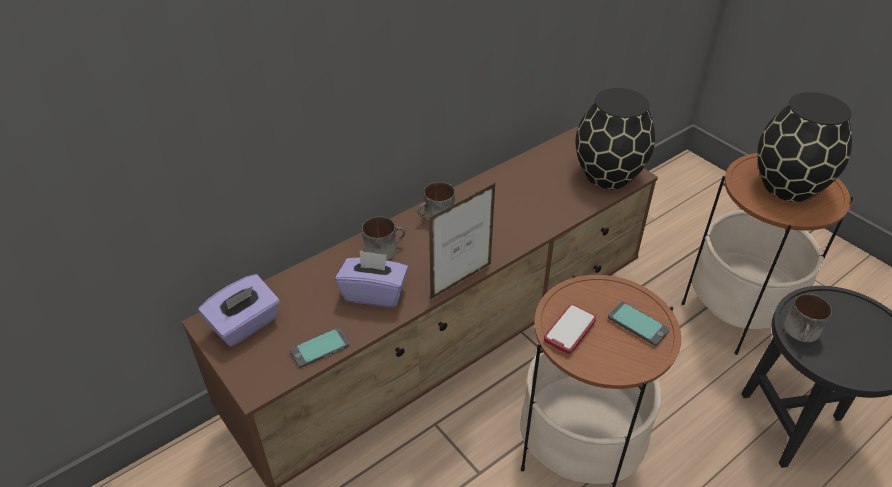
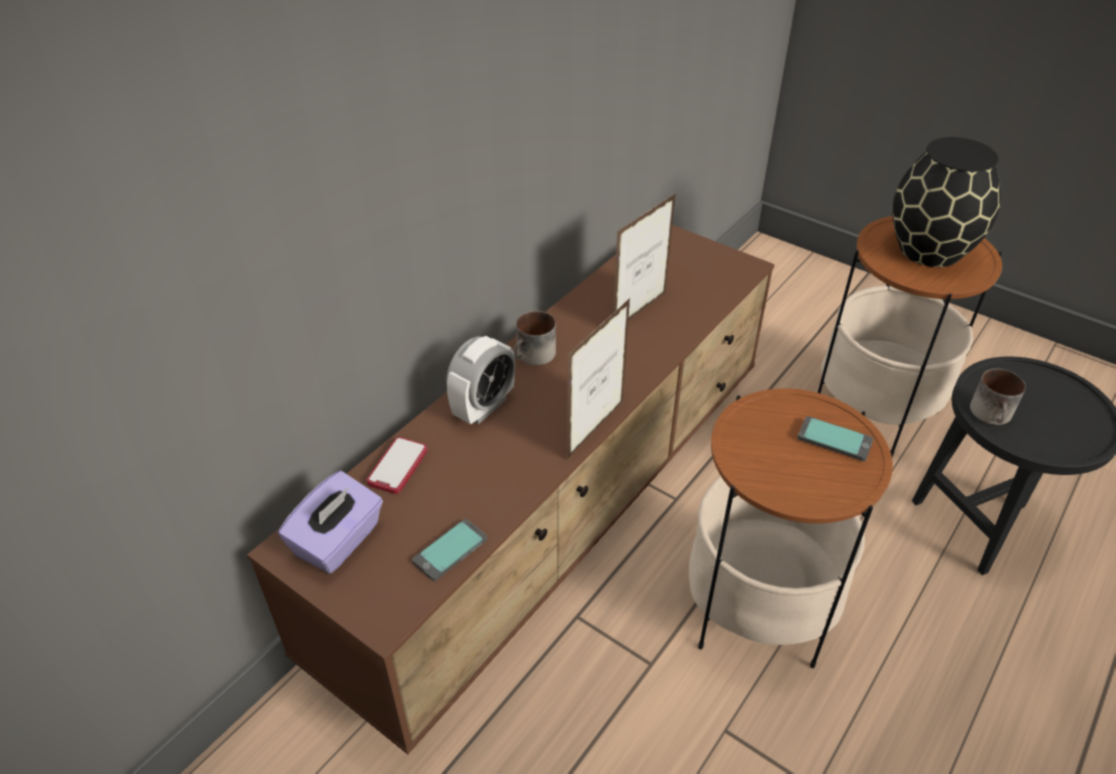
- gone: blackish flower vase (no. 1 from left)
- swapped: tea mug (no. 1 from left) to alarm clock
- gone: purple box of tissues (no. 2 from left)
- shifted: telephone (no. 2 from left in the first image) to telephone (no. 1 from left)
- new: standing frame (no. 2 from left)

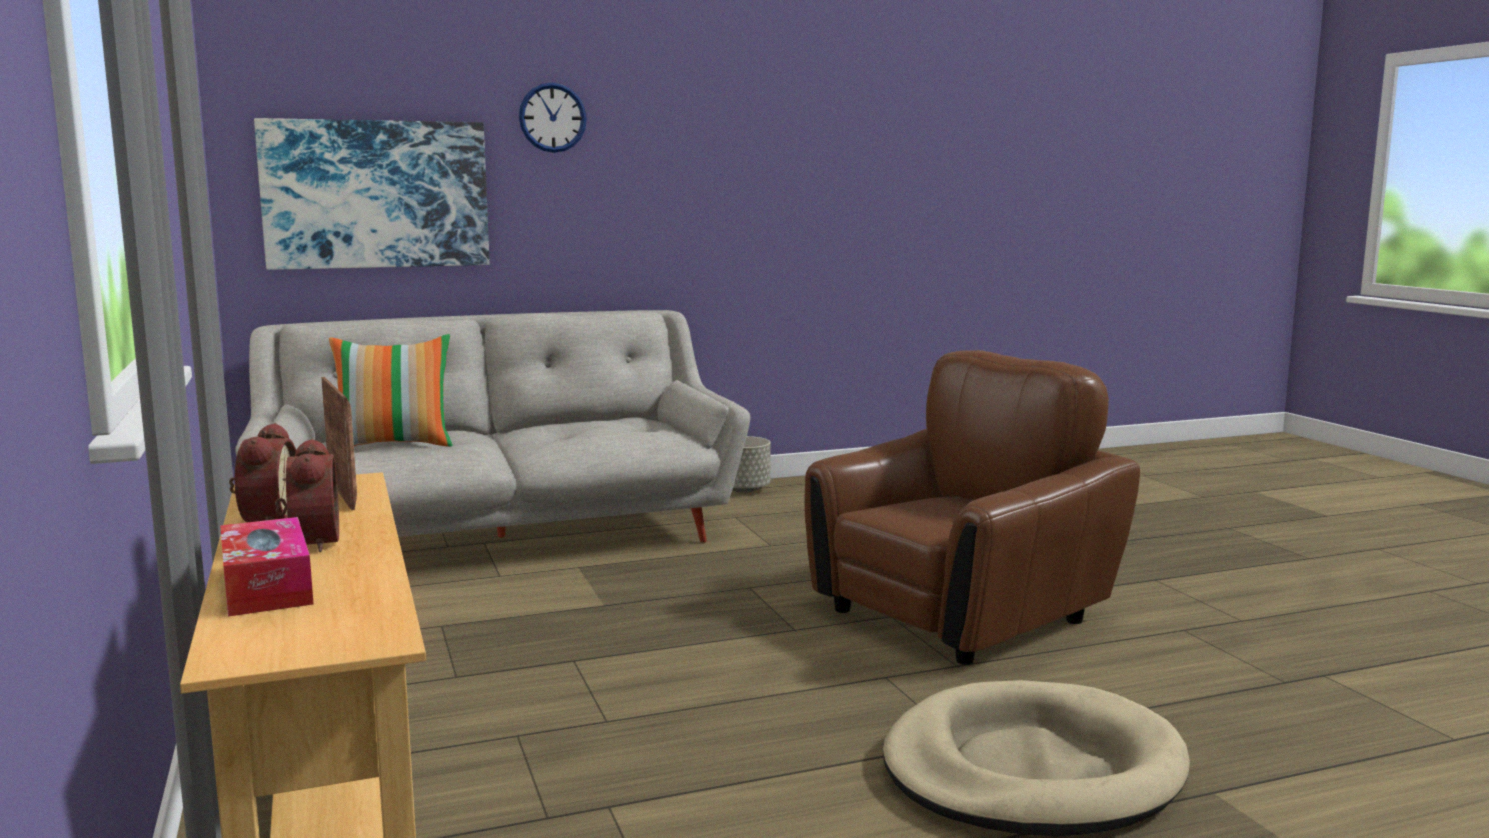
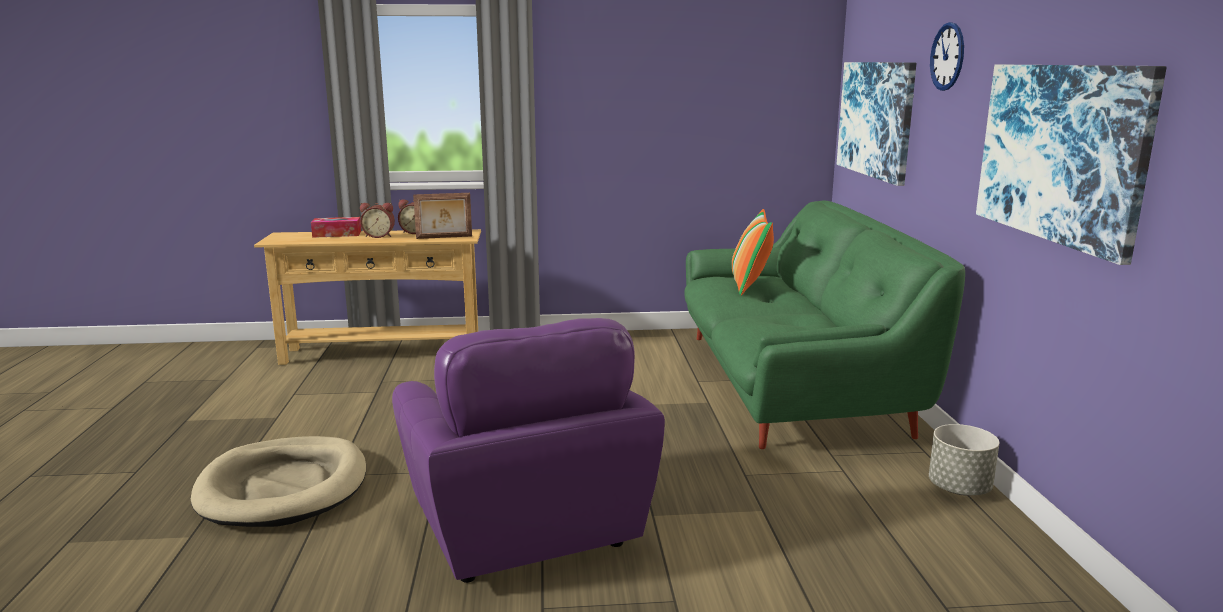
- repainted: gray sofa to greenish sofa
- repainted: brownish easy chair to purple easy chair
- new: picture (no. 2 from left)

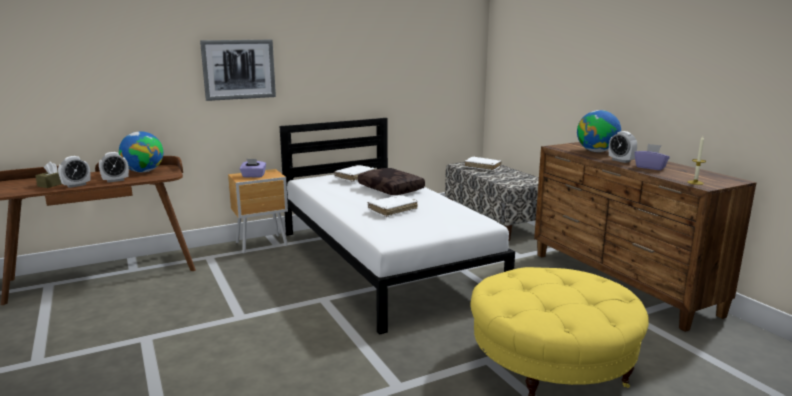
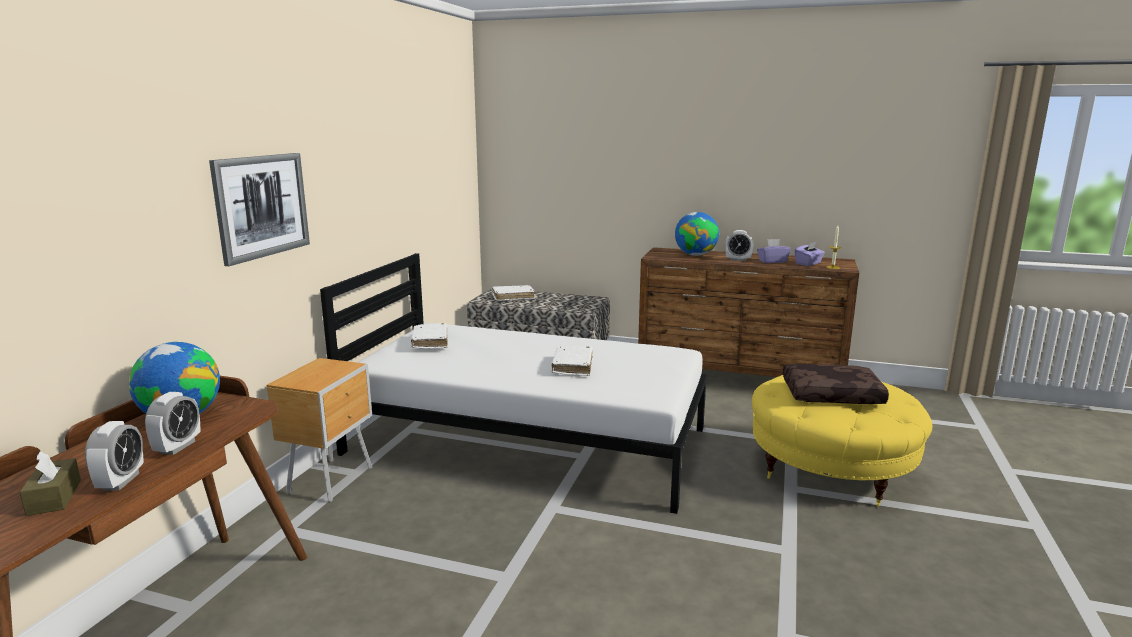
- shifted: purple box of tissues (no. 1 from left in the first image) to purple box of tissues (no. 2 from left)
- shifted: brownish pillow

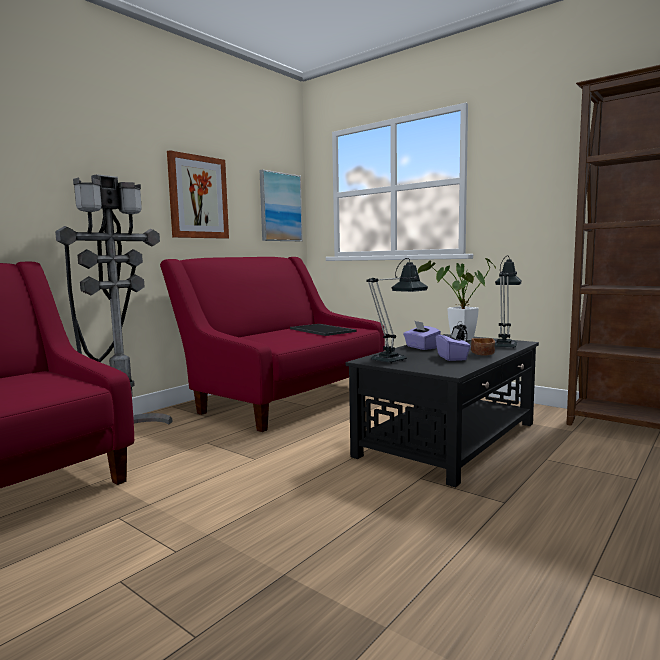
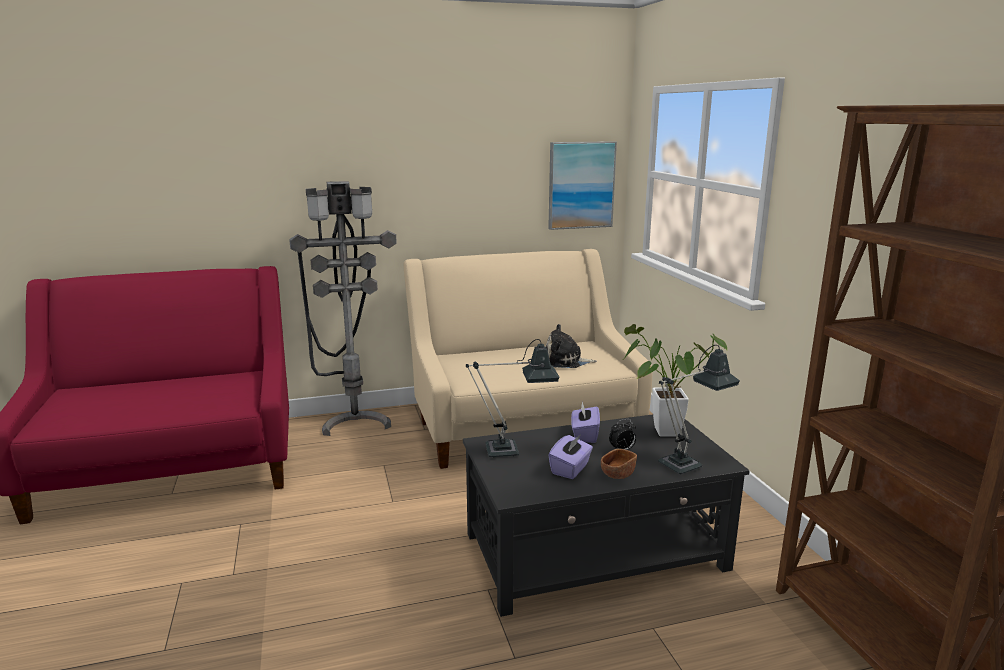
- gone: picture (no. 1 from left)
- repainted: reddish sofa (no. 2 from left) to sand-coloured sofa
- swapped: tray to plush toy

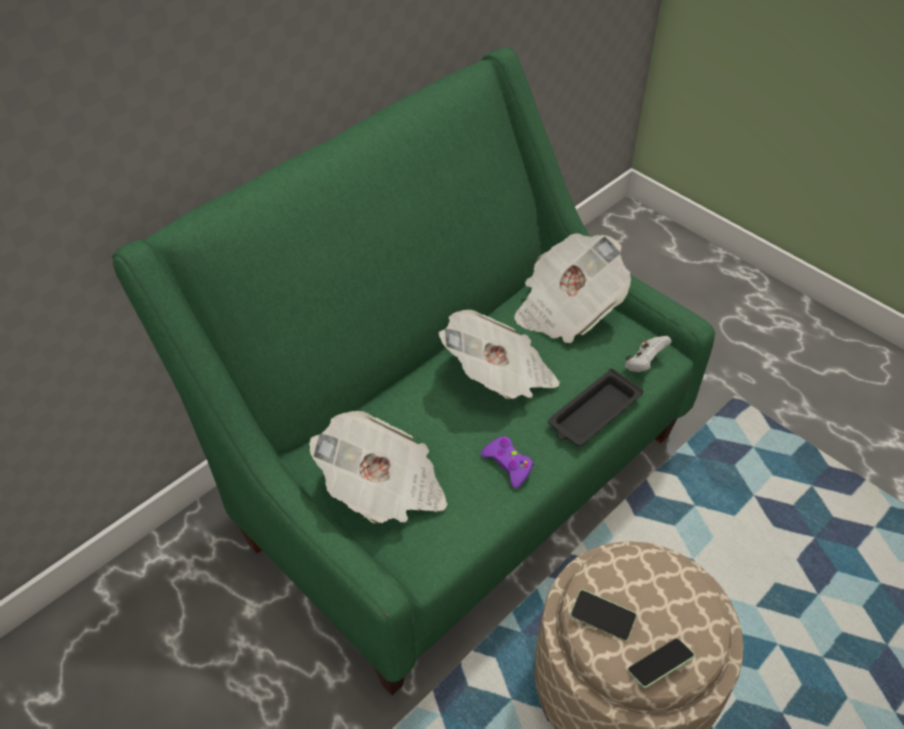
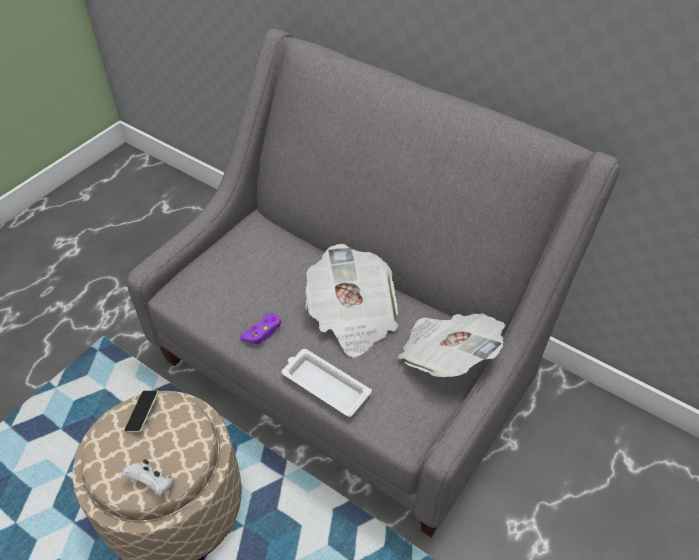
- repainted: greenish sofa to gray sofa
- shifted: whitish game controller
- repainted: blackish tray to whitish tray
- gone: printed paper (no. 1 from left)
- gone: telephone (no. 2 from left)

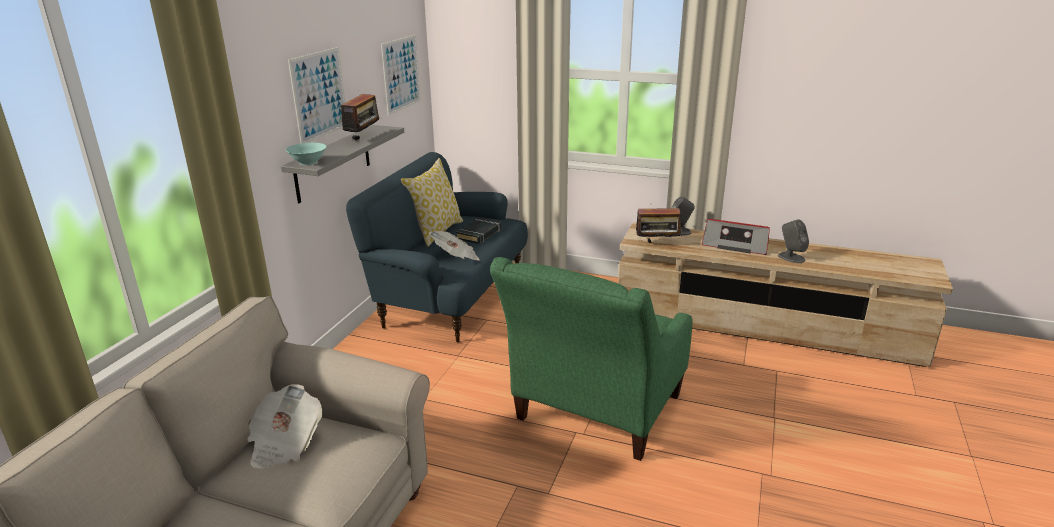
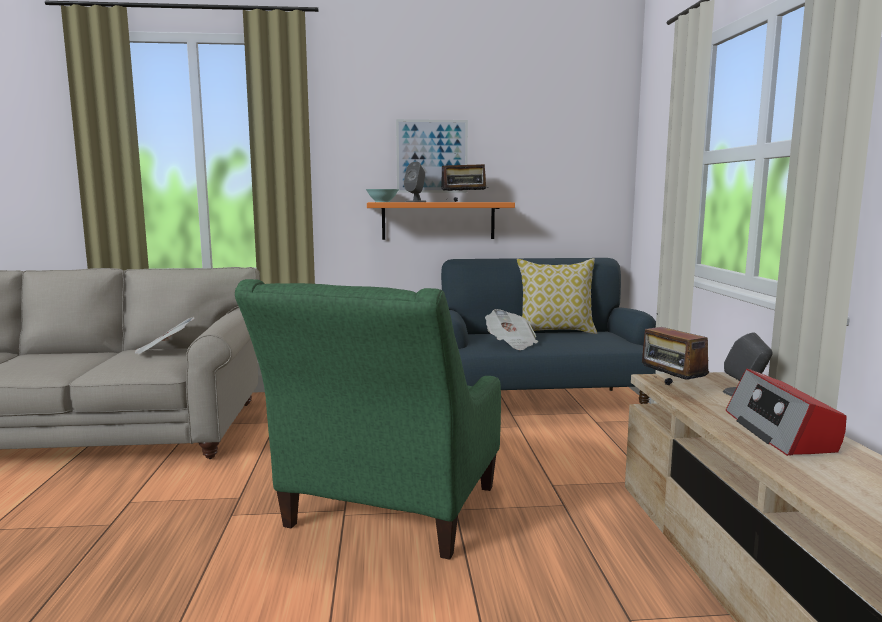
- gone: picture (no. 2 from left)
- repainted: gray bracket shelf to orange bracket shelf
- gone: blackish volume
- shifted: gray audio speaker (no. 2 from left in the first image) to gray audio speaker (no. 1 from left)
- rotated: greenish easy chair 75 degrees counterclockwise

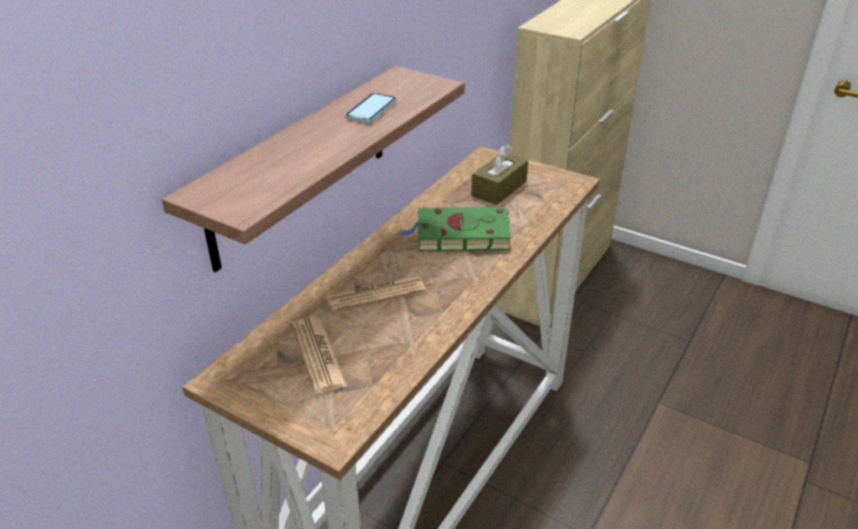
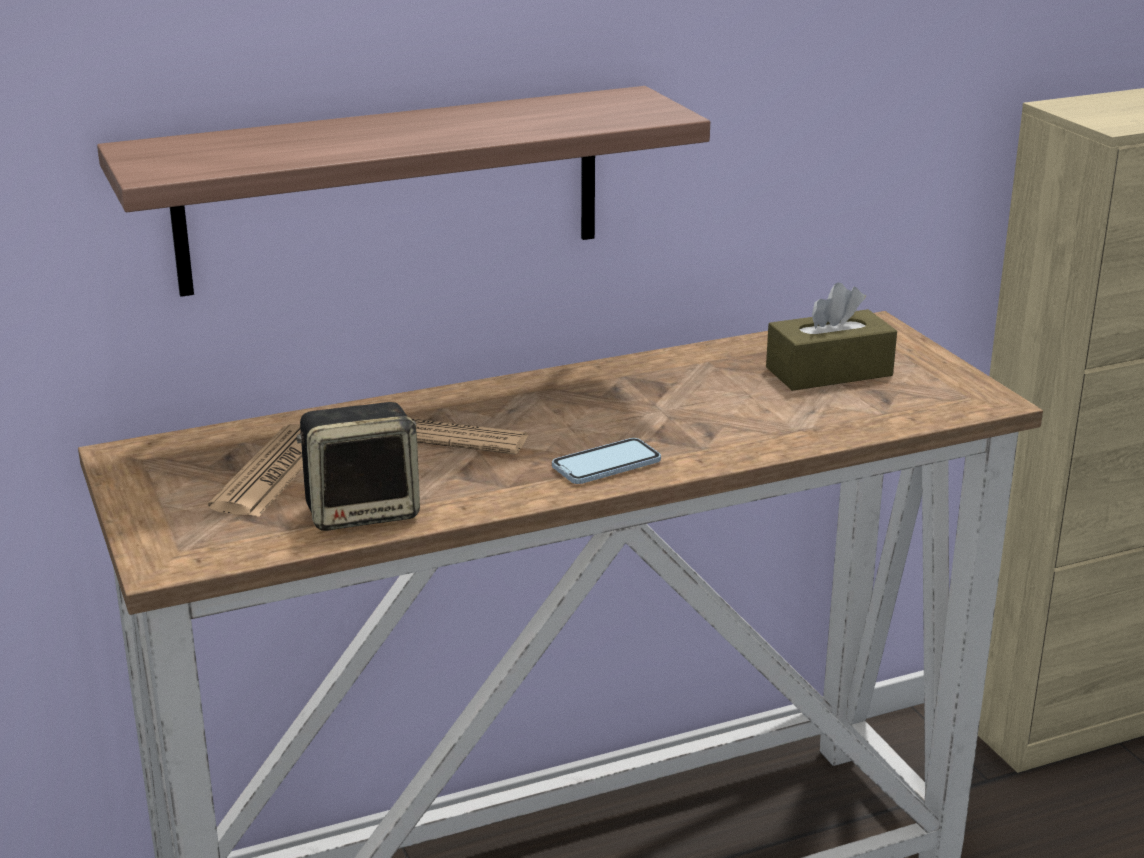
- shifted: telephone
- gone: greenish volume
- new: audio speaker

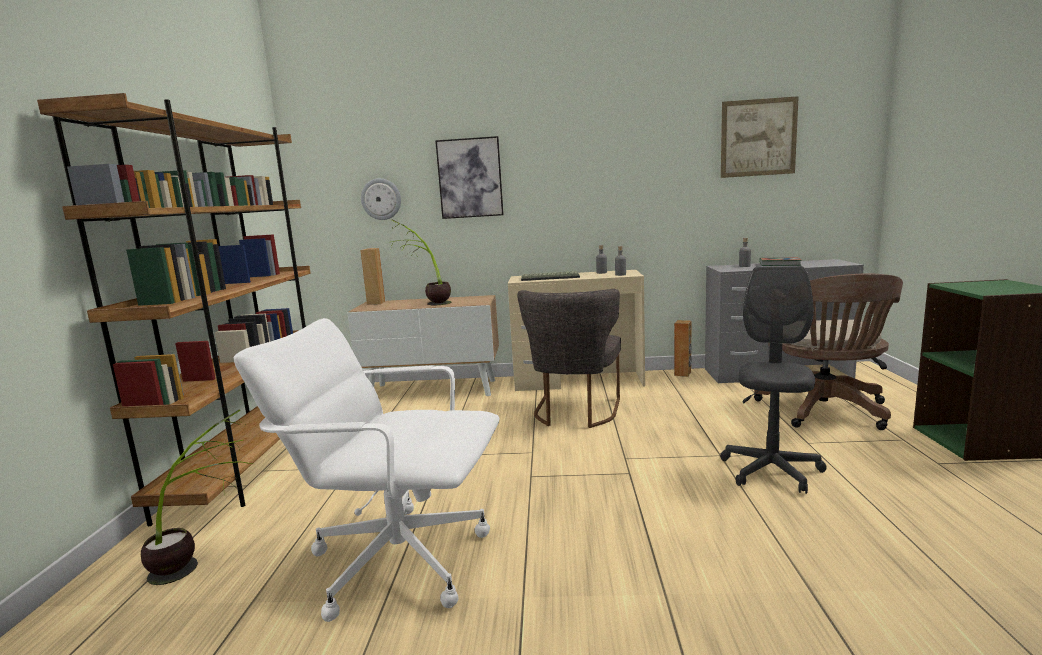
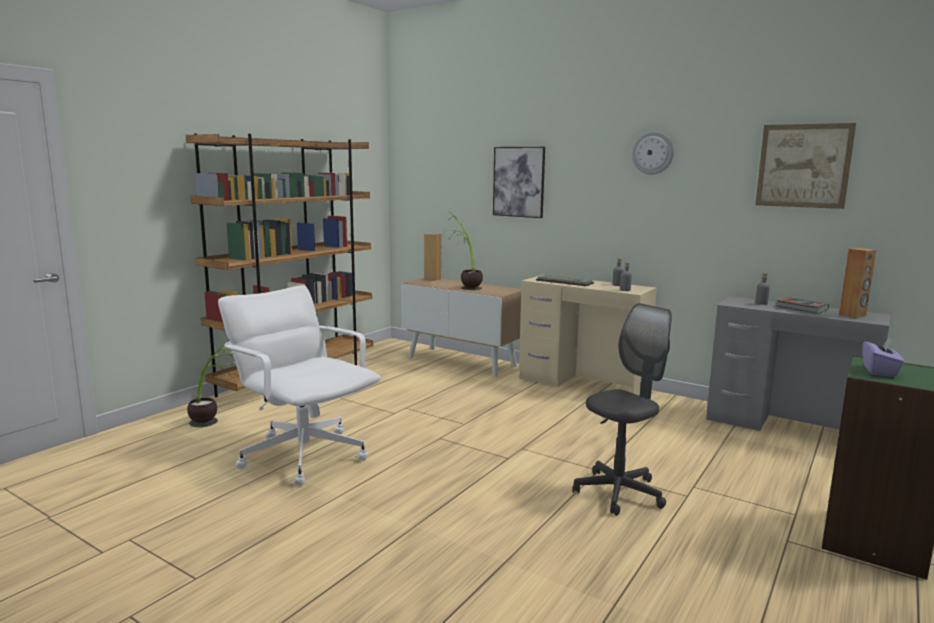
- shifted: clock on the wall
- gone: brownish computer chair
- gone: gray plain chair
- shifted: brownish audio speaker (no. 2 from left)
- new: purple box of tissues

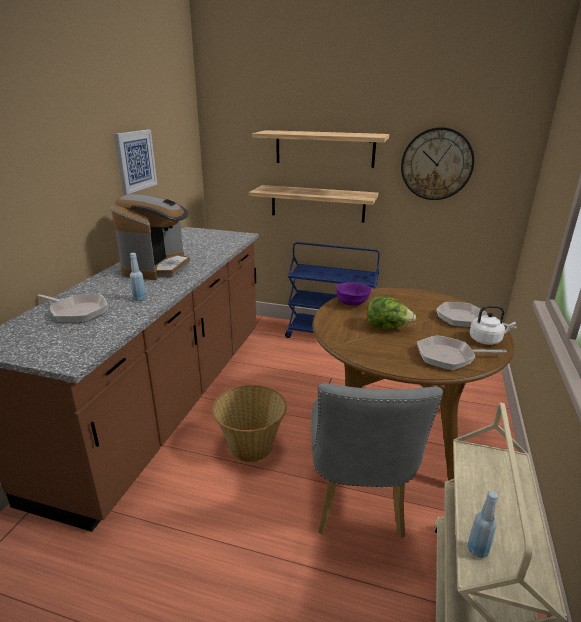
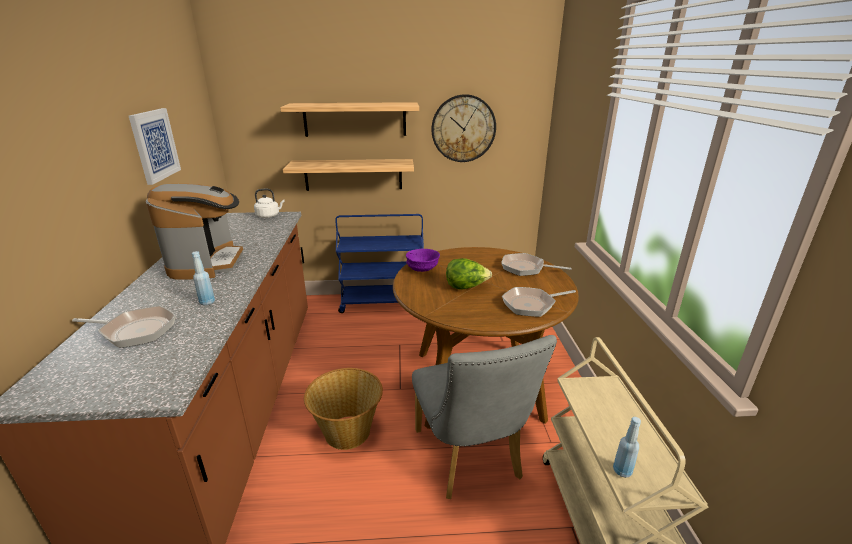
- shifted: whitish water kettle

